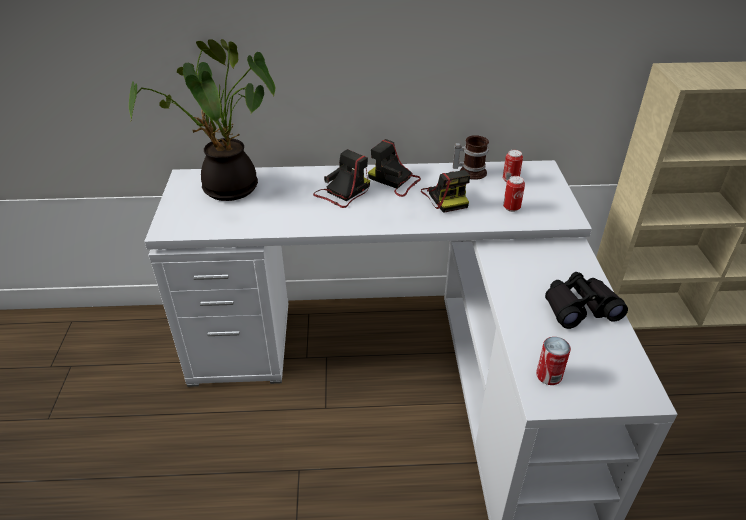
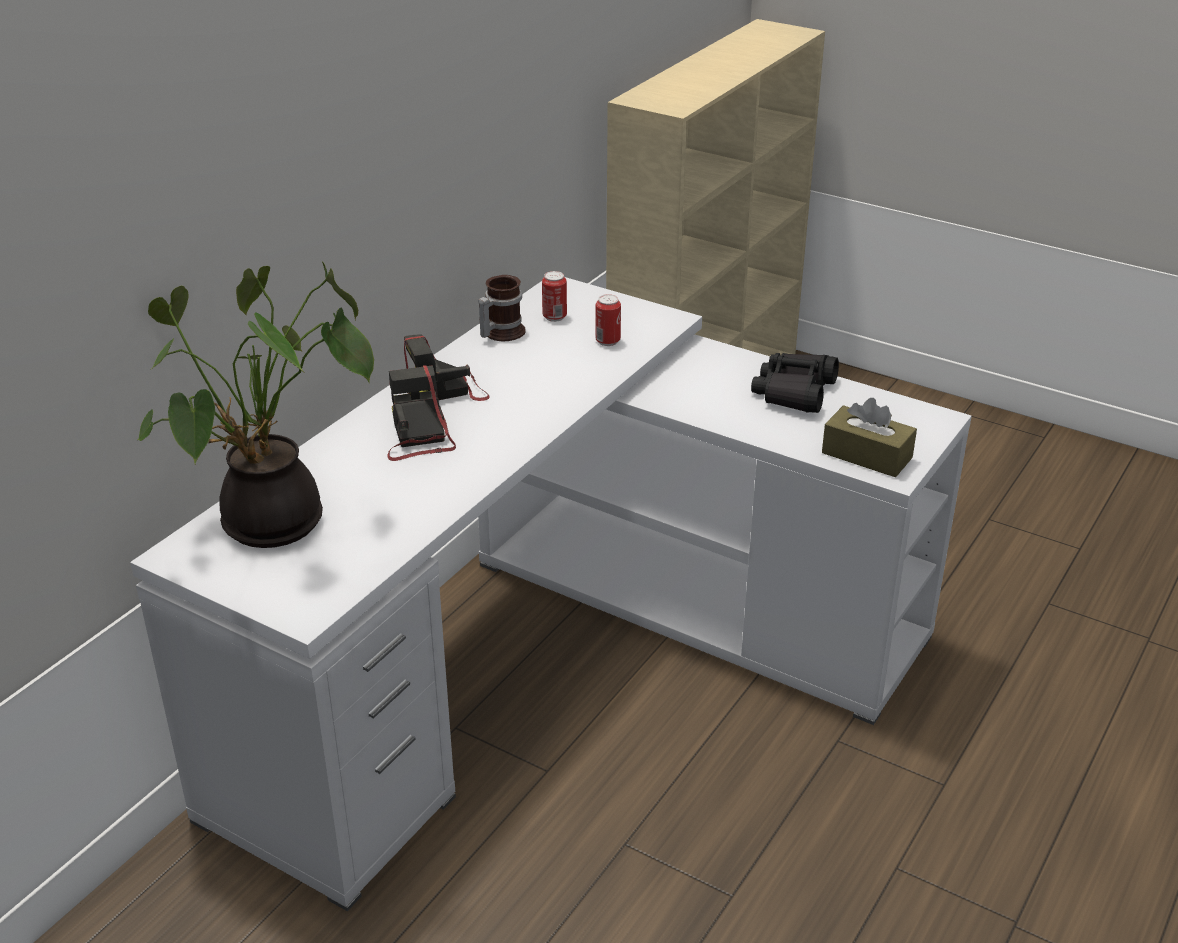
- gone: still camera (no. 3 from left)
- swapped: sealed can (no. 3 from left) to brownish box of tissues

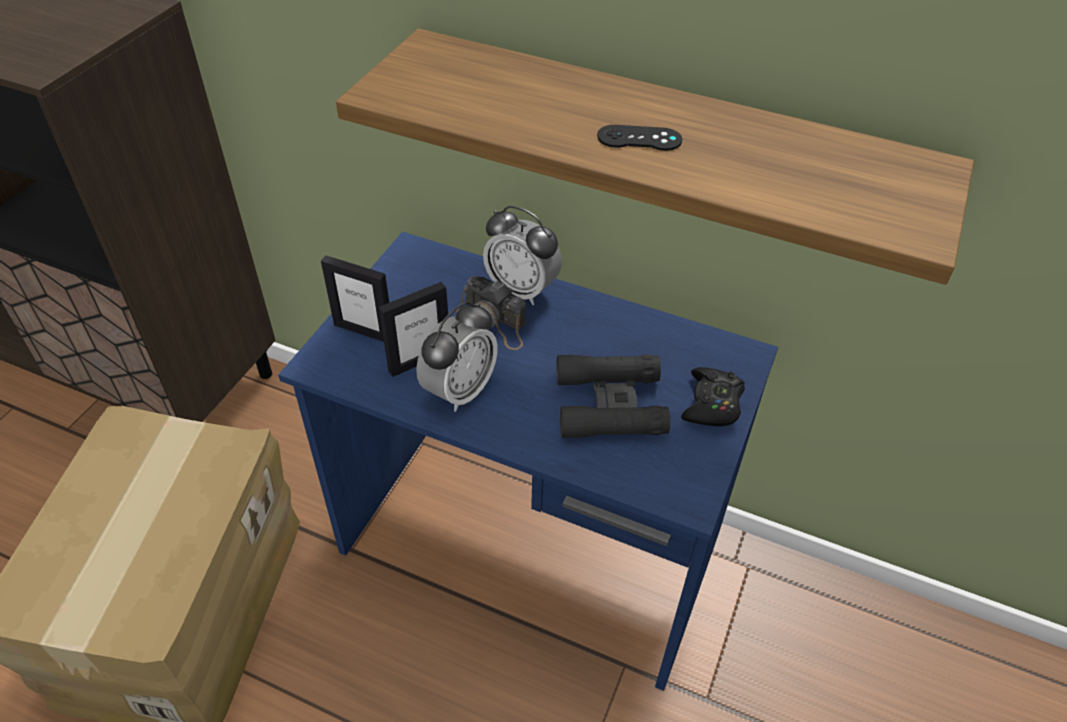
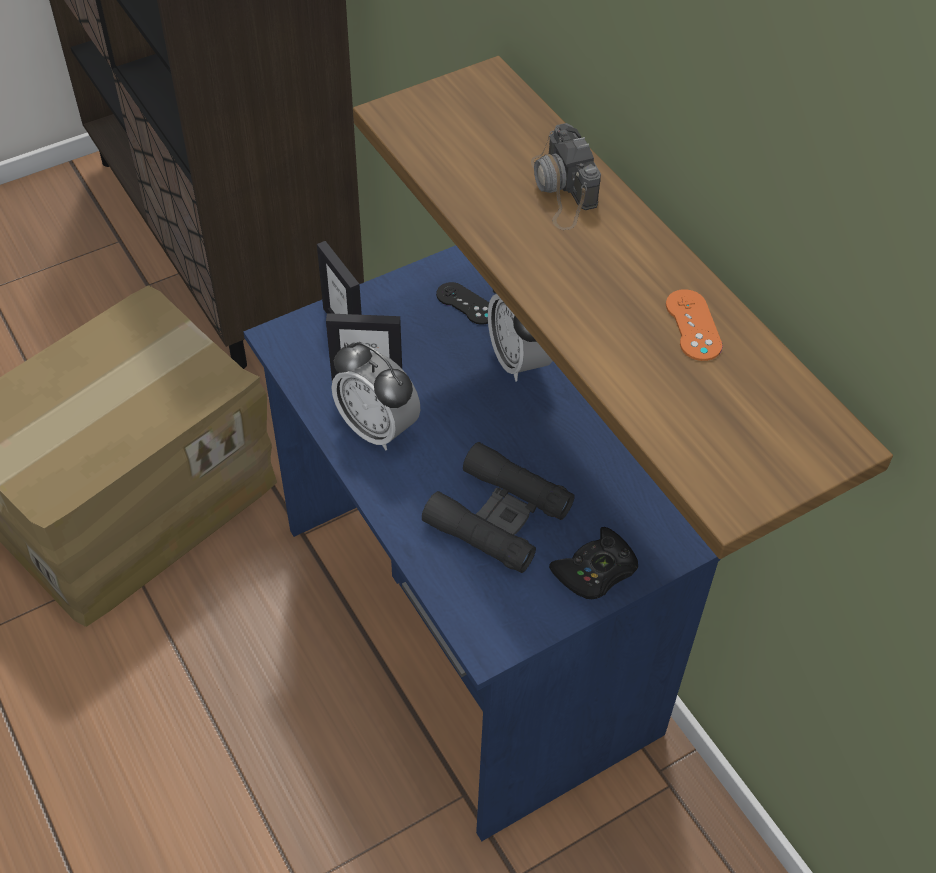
- shifted: blackish game controller (no. 1 from left)
- shifted: still camera
- rotated: alarm clock (no. 1 from left) 60 degrees clockwise
- new: orange game controller

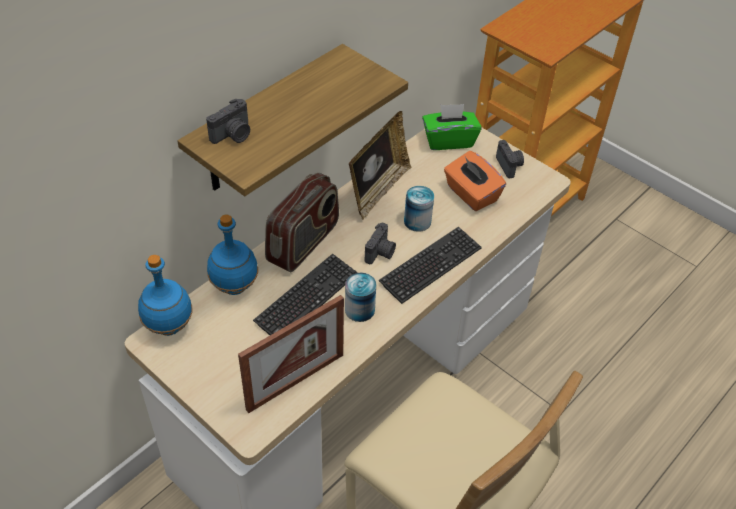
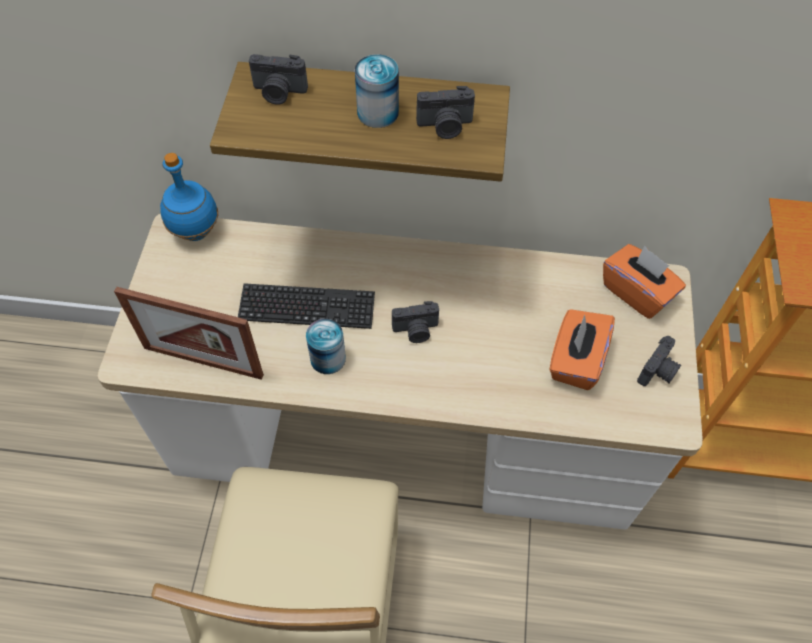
- repainted: greenish box of tissues to orange box of tissues (no. 2 from left)
- gone: standing frame (no. 2 from left)
- gone: radio set
- shifted: sealed can (no. 2 from left)
- gone: bluish beverage bottle (no. 2 from left)
- gone: computer keyboard (no. 2 from left)
- new: still camera (no. 3 from left)

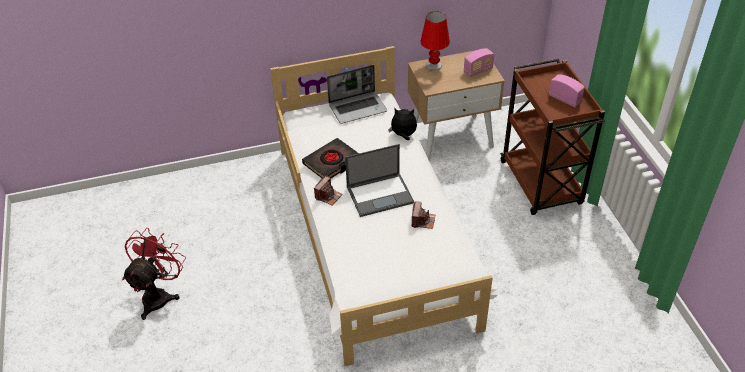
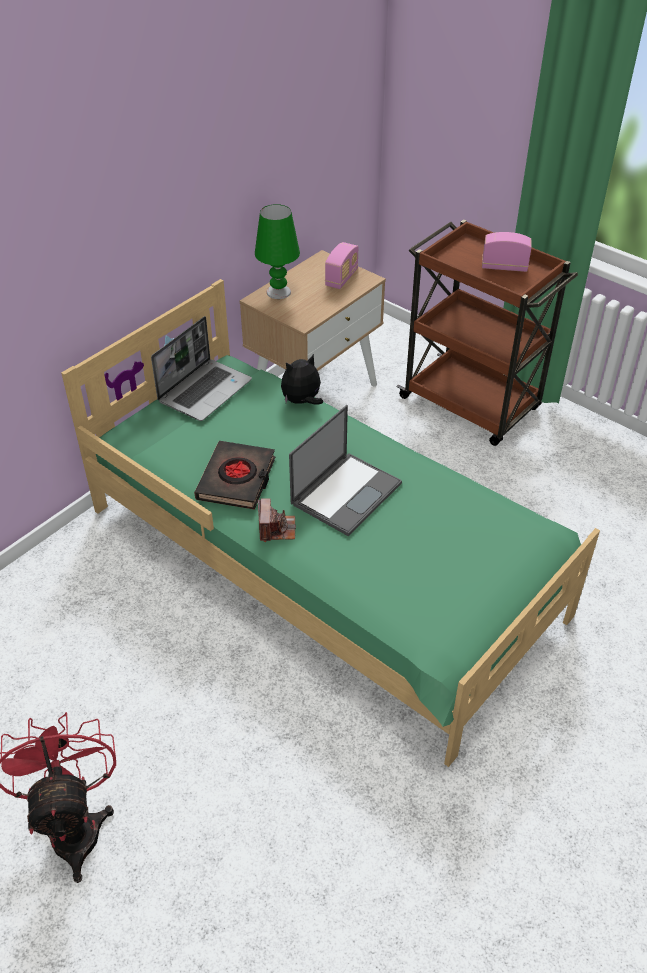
- repainted: reddish tabletop lamp to greenish tabletop lamp
- repainted: whitish sleeping bed to greenish sleeping bed
- gone: still camera (no. 2 from left)

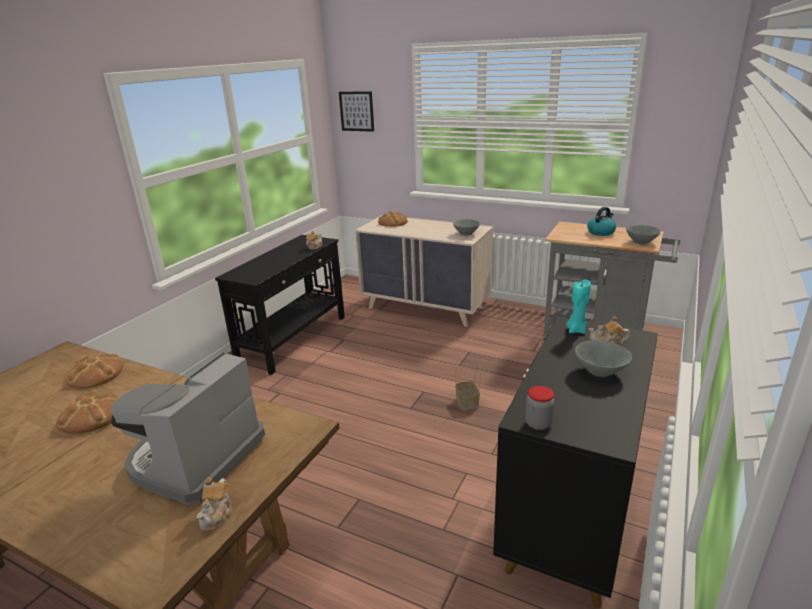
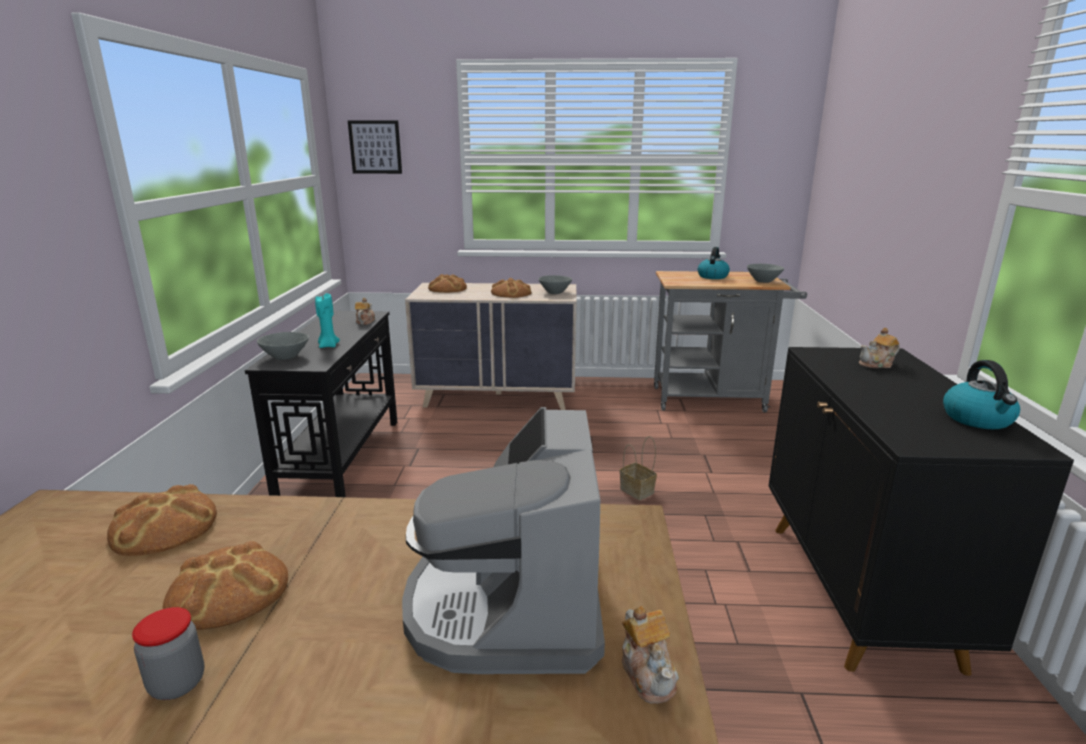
- shifted: turquoise-coloured wax light
- shifted: gray deep dish (no. 2 from left in the first image) to gray deep dish (no. 1 from left)
- shifted: jar
- new: bread (no. 4 from left)
- new: water kettle (no. 2 from left)

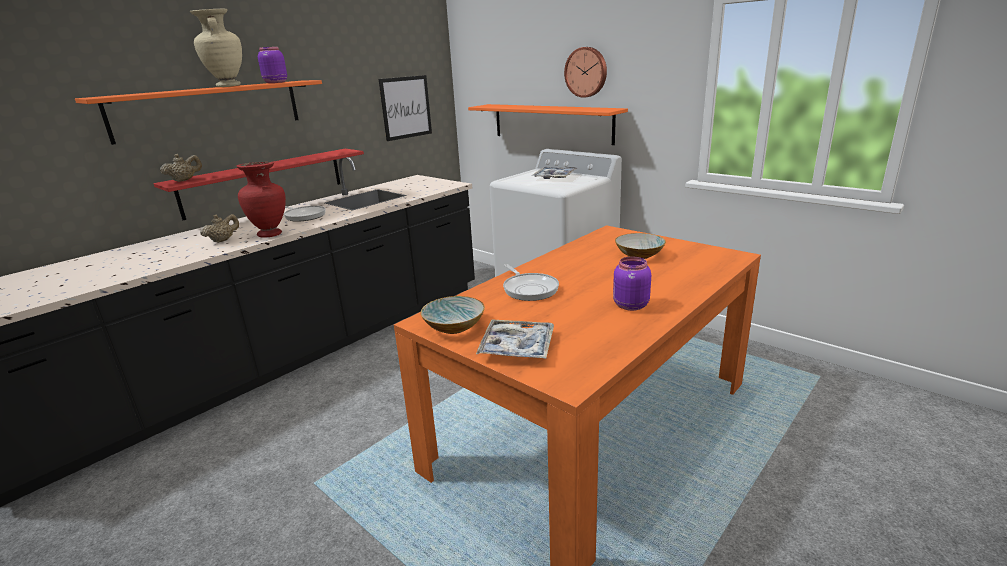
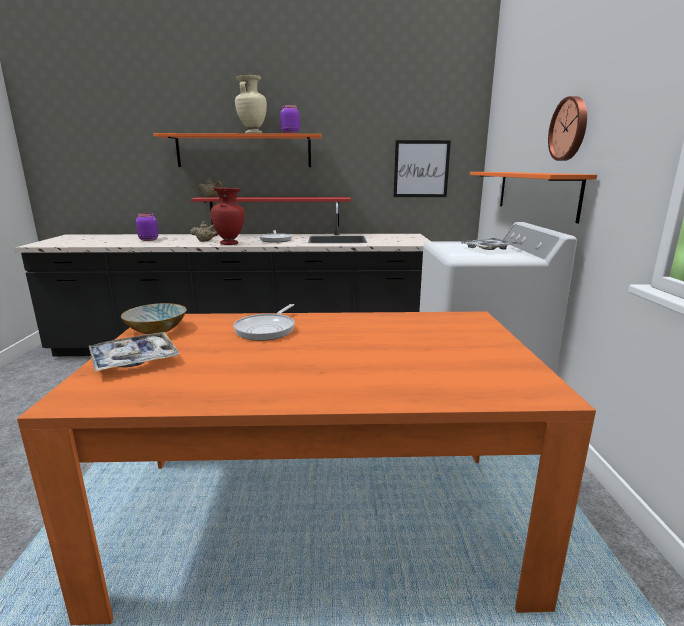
- gone: deep dish (no. 2 from left)
- shifted: purple jar (no. 2 from left in the first image) to purple jar (no. 1 from left)

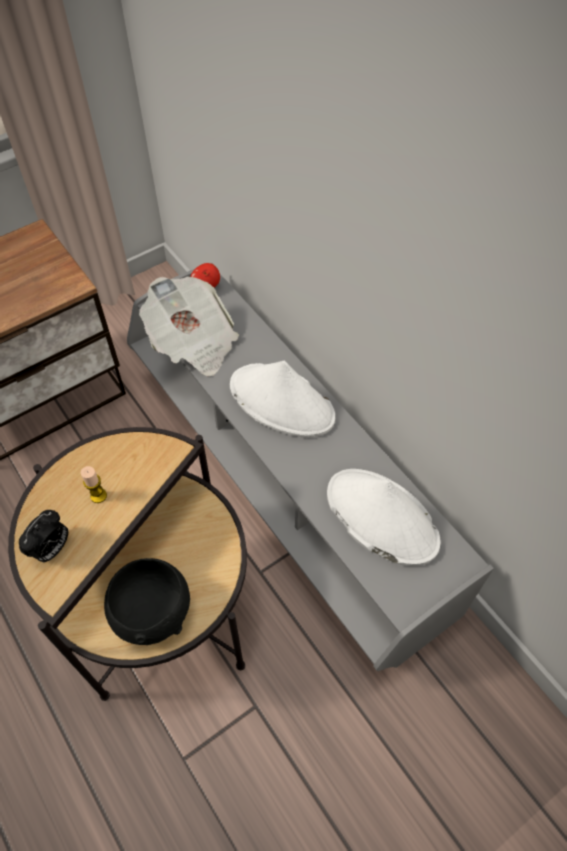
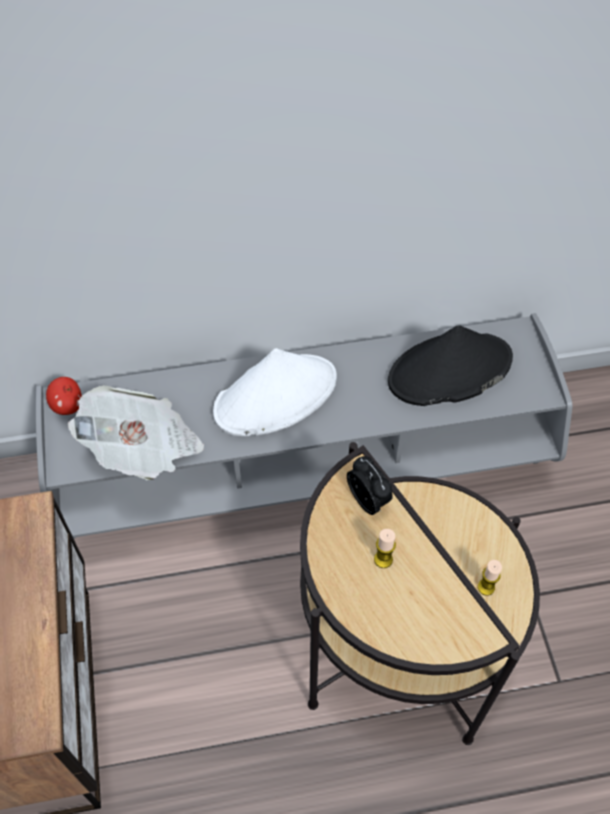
- repainted: whitish hat (no. 2 from left) to blackish hat
- shifted: alarm clock
- swapped: blackish deep dish to wax light (no. 2 from left)

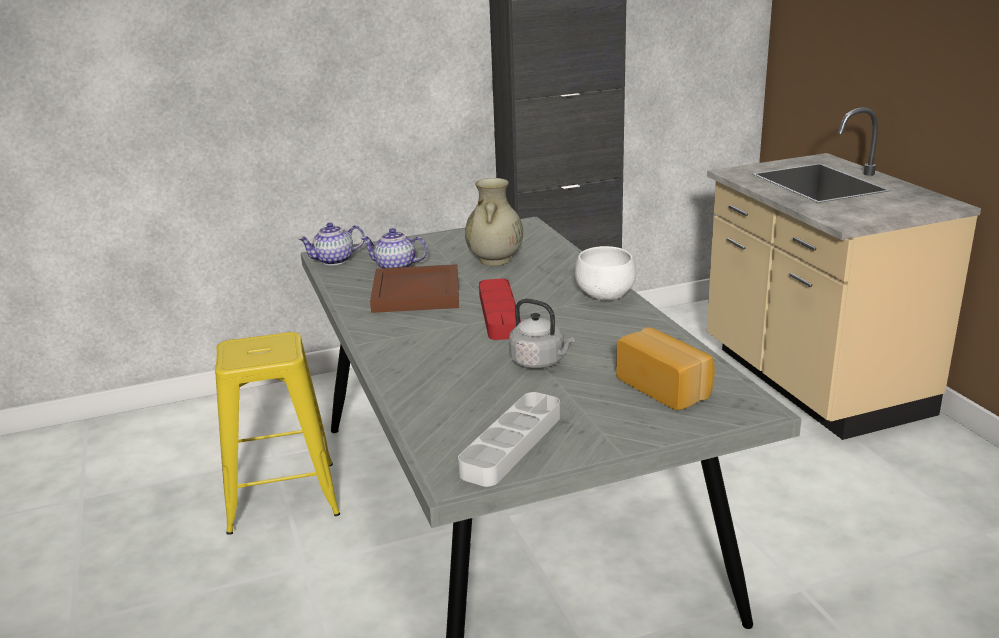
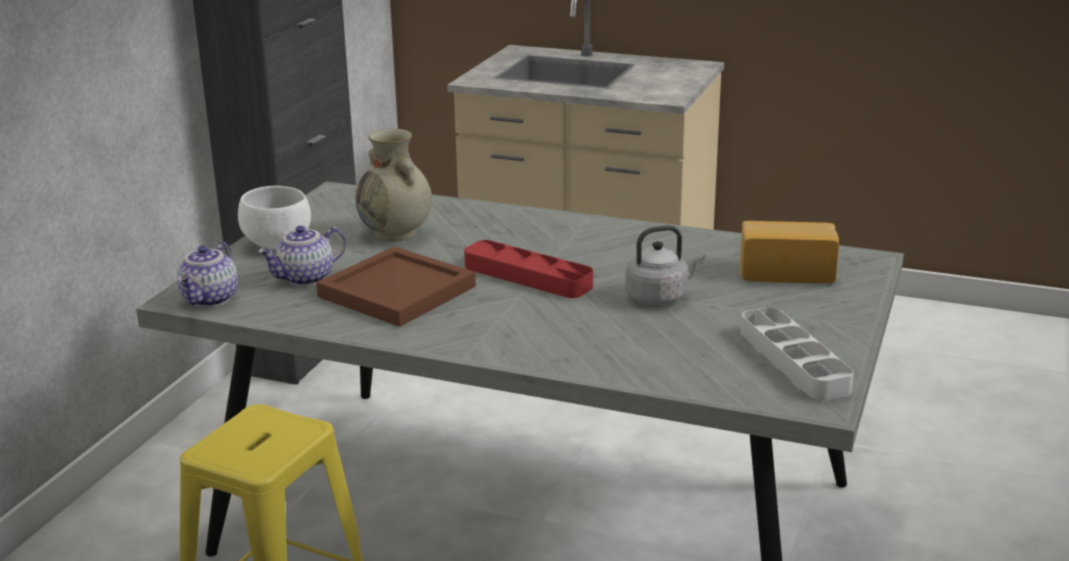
- shifted: whitish deep dish

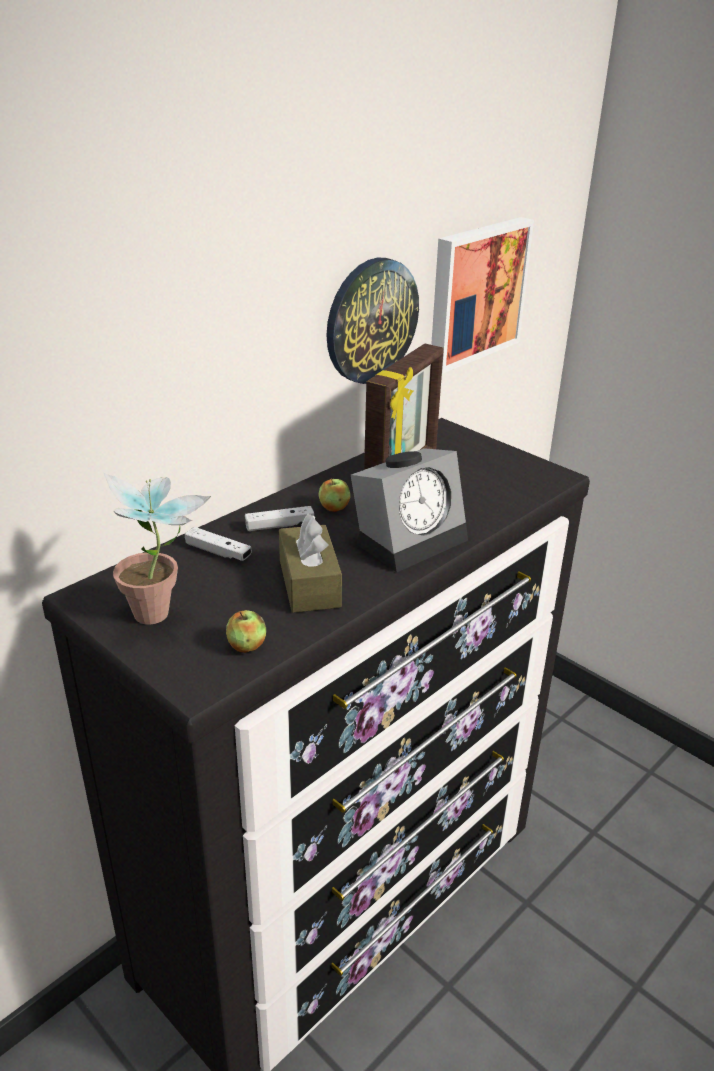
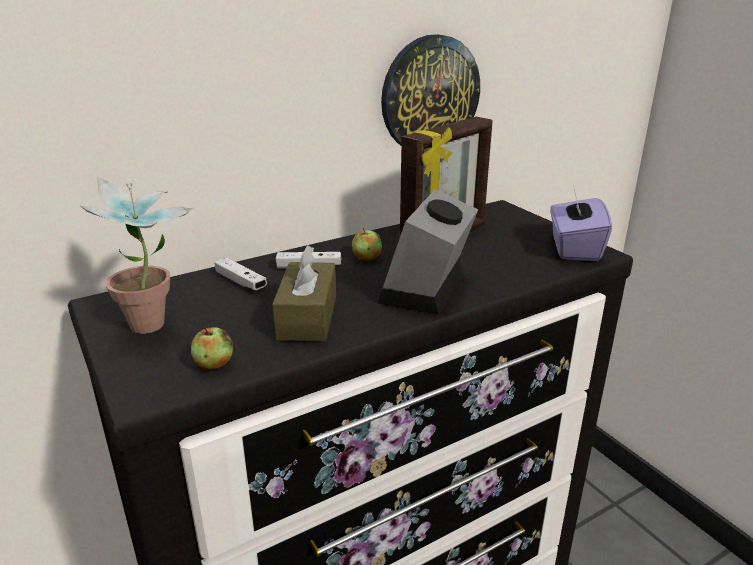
- gone: picture
- rotated: alarm clock 135 degrees clockwise
- new: purple box of tissues

